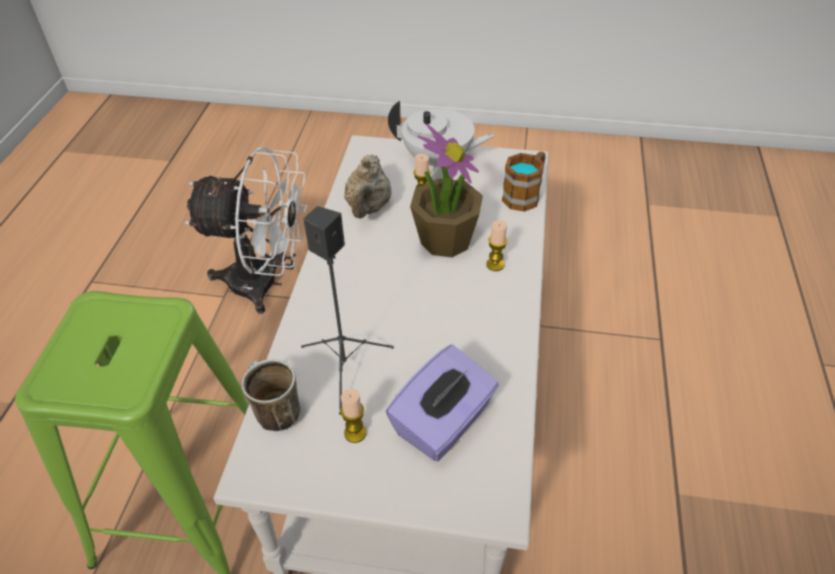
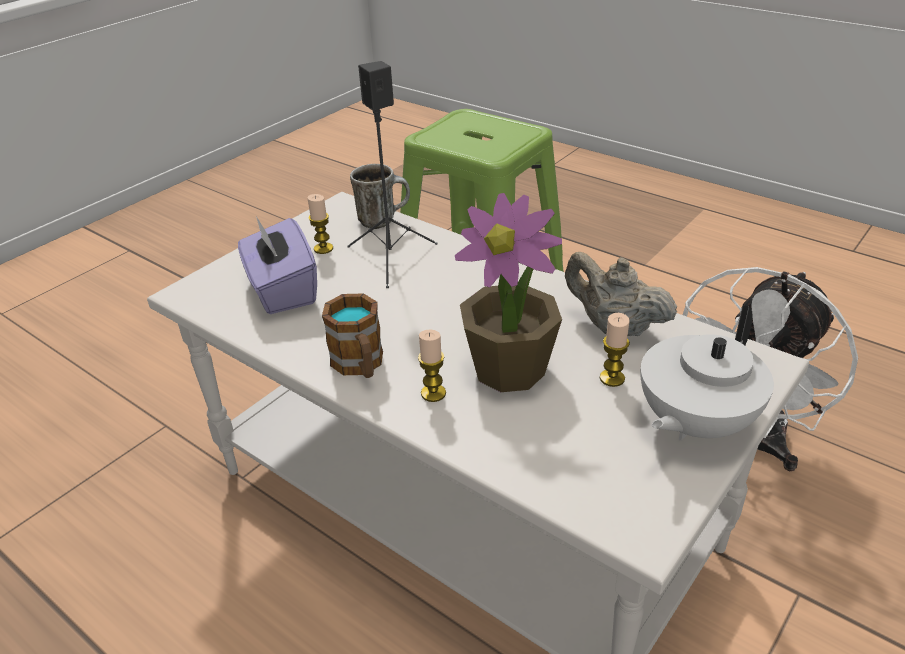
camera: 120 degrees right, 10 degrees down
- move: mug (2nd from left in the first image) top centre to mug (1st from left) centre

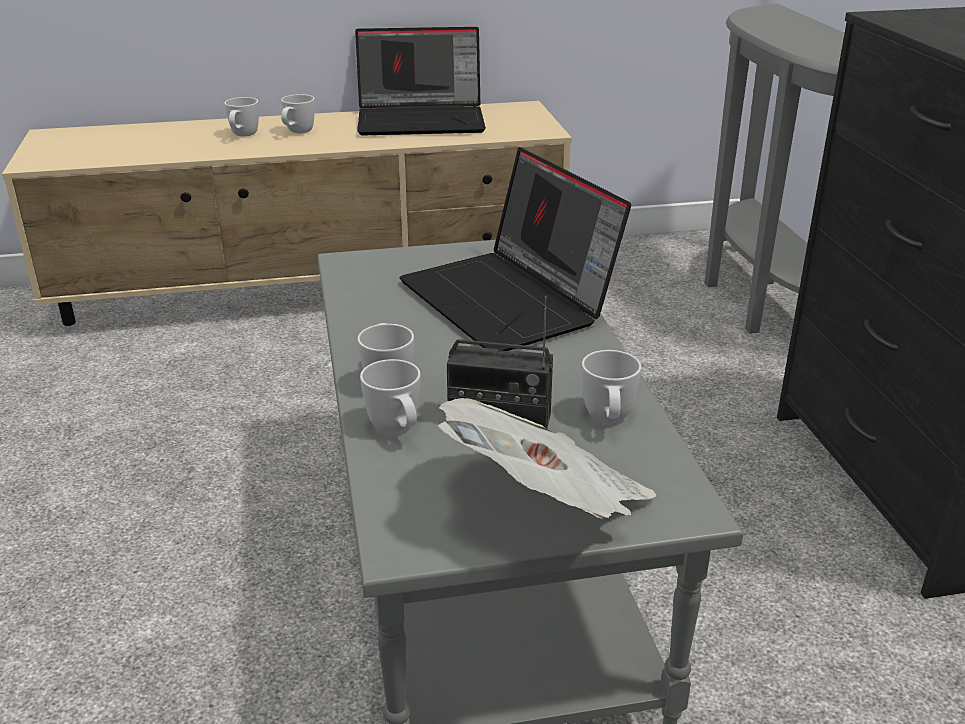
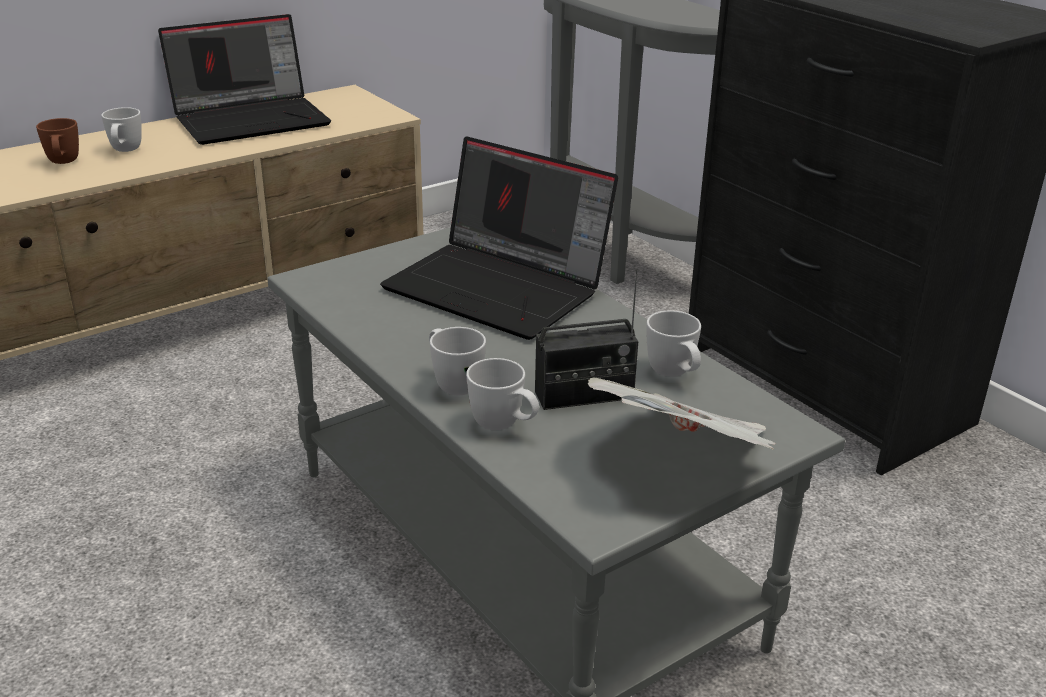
camera: 25 degrees left, 0 degrees up
- recolor: whitish_mug (1st from left) top left to brown_mug top left

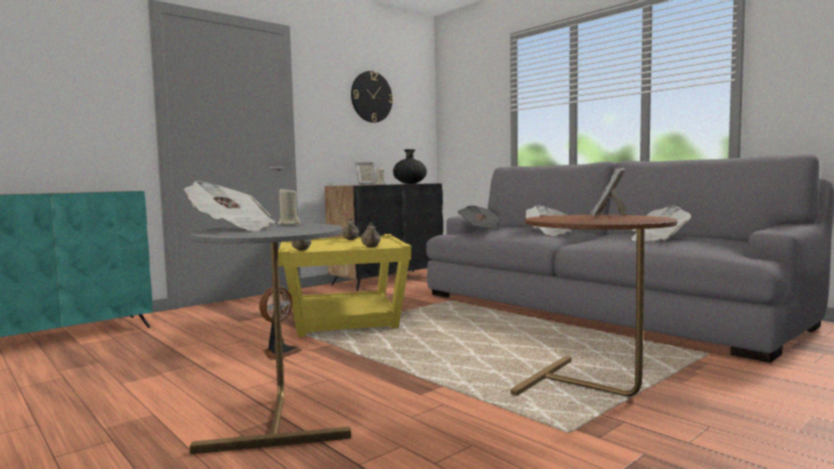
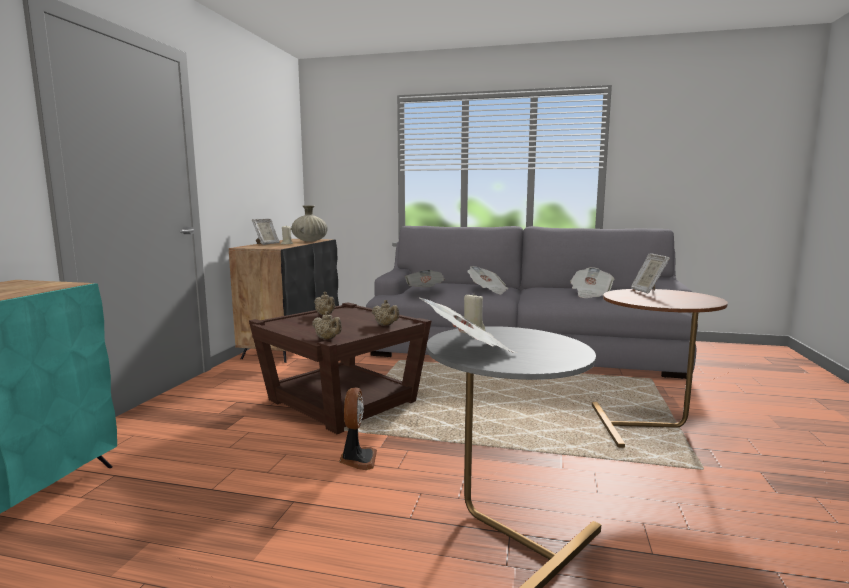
camera: 35 degrees left, 5 degrees up
- delete: hanging_clock top centre
- recolor: yellow-coloured_end_table centre to brown_end_table (1st from left) centre
- recolor: black-coloured_flower_vase centre to sand-coloured_flower_vase centre

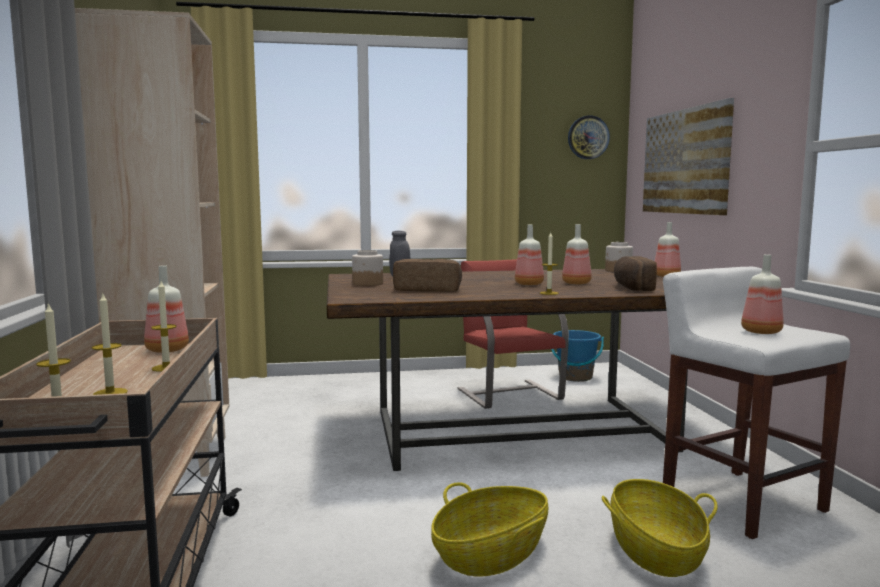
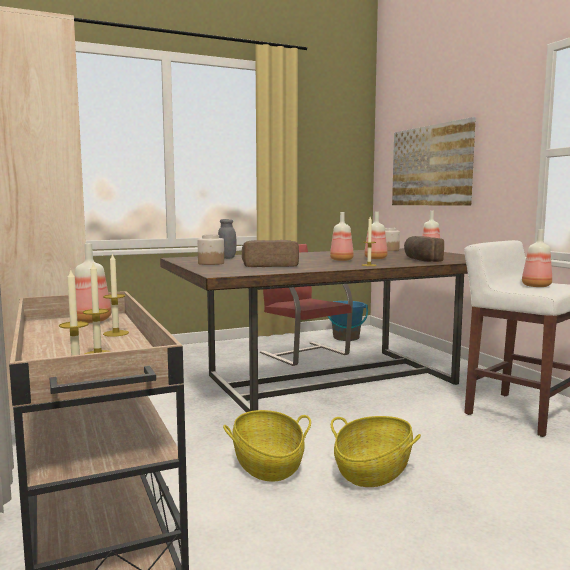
camera: 15 degrees left, 0 degrees up
- delete: hanging_clock top right
- move: storage_basket (2nd from left in the first image) bottom right to storage_basket (1st from left) bottom centre

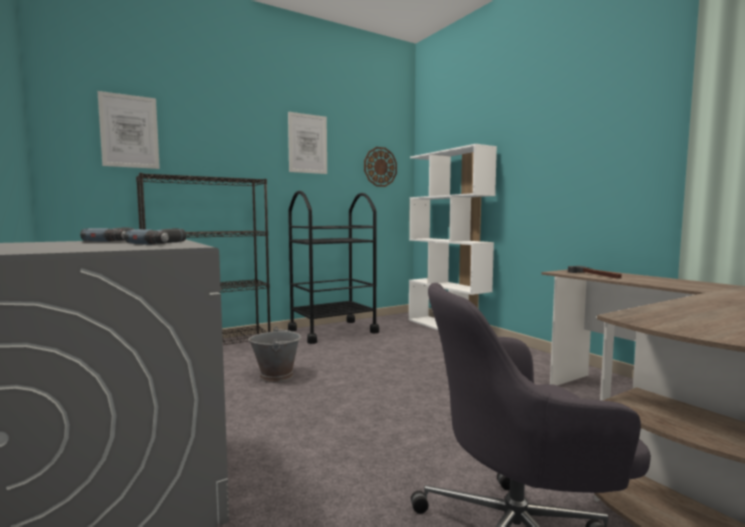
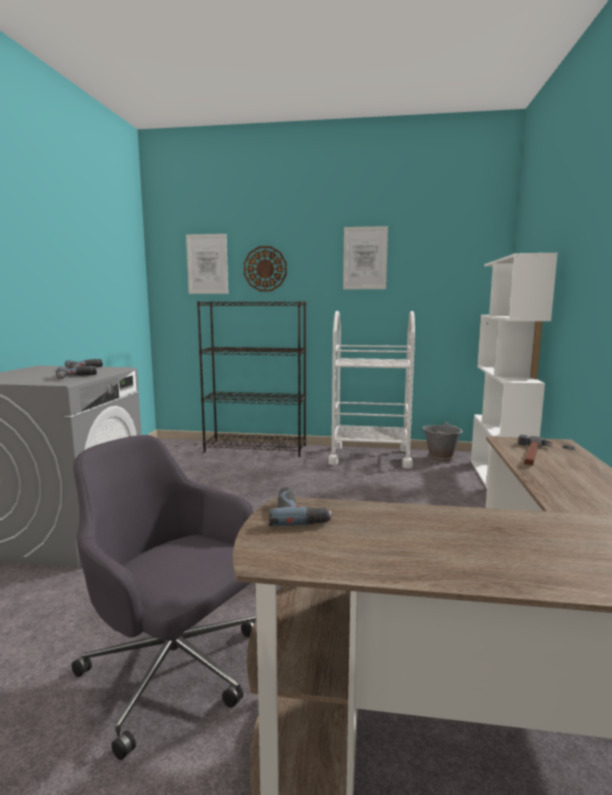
camera: 40 degrees right, 5 degrees up
- insert: power_drill (3rd from left) centre
- move: gray_pail bottom centre to middle right
- move: hanging_clock top centre to centre
- recolor: black-coloured_cart centre to whitish_cart centre

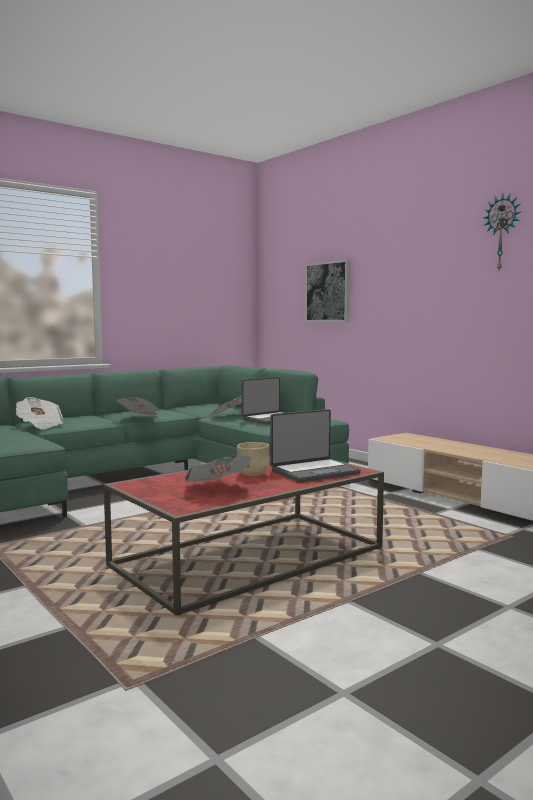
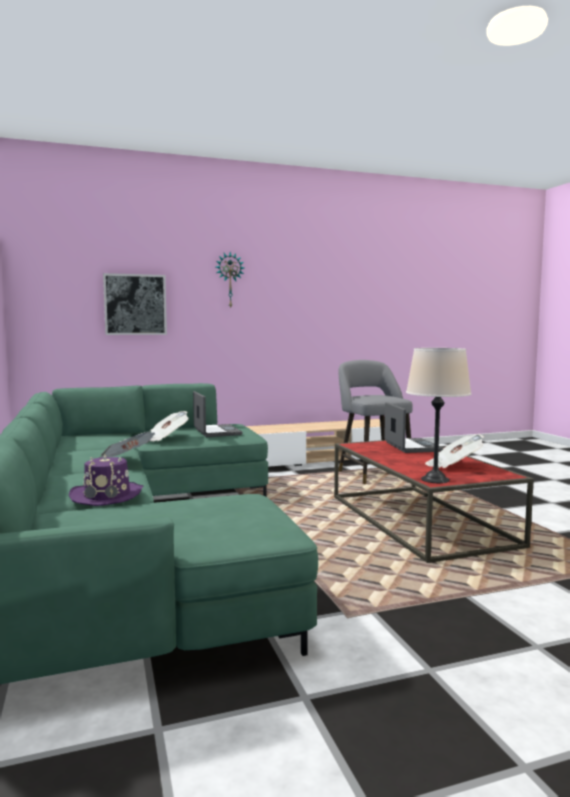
camera: 70 degrees left, 0 degrees up
- delete: sand-coloured_bowl centre
- insert: gray_stool centre
- insert: sand-coloured_table_lamp middle right
- move: hanging_clock top right to centre
- replace: printed_paper (1st from left) middle left to purple-coloured_wearable_hat middle left

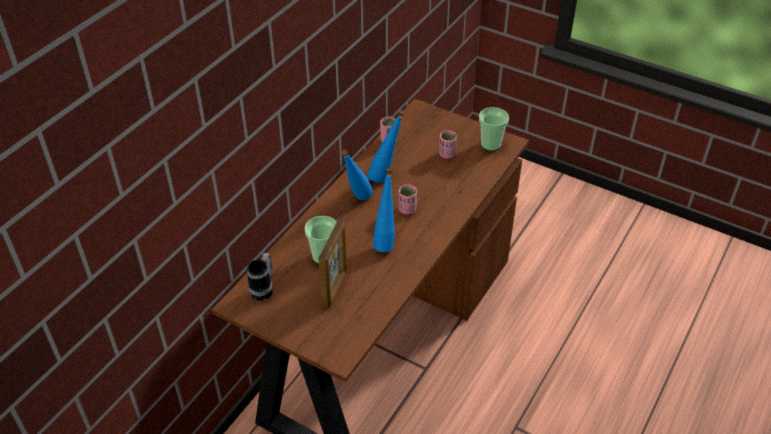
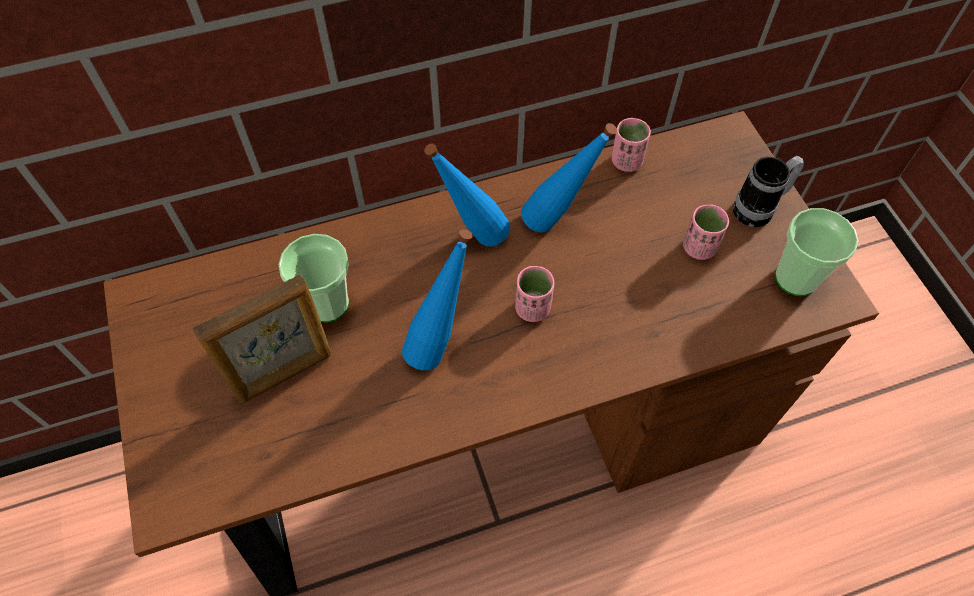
camera: 40 degrees right, 15 degrees up
- move: mug centre to top right

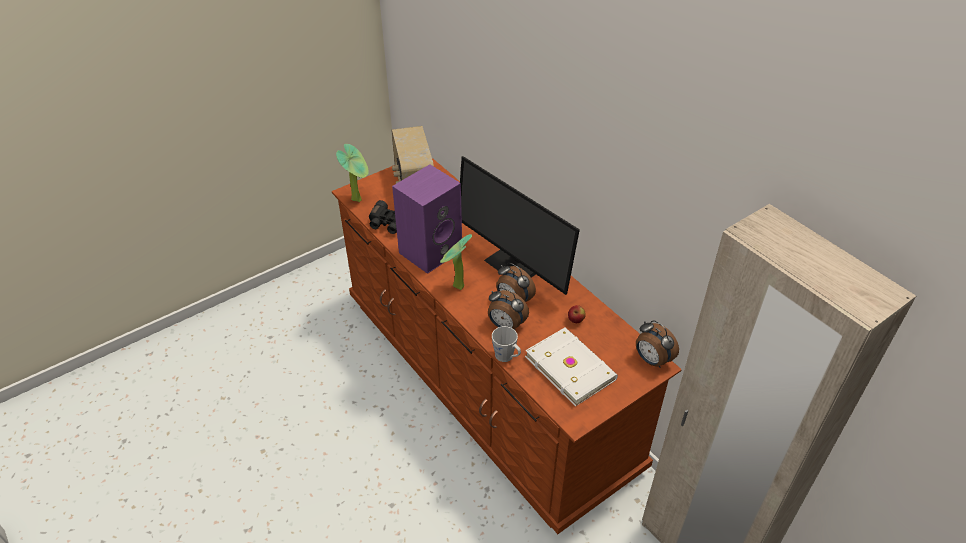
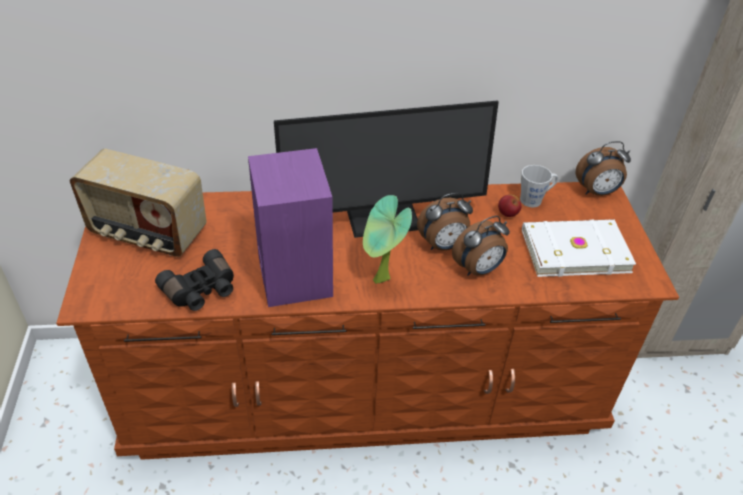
camera: 60 degrees left, 0 degrees up
- delete: plant_in_a_pot (1st from left) top centre
- move: gray_mug centre to middle right

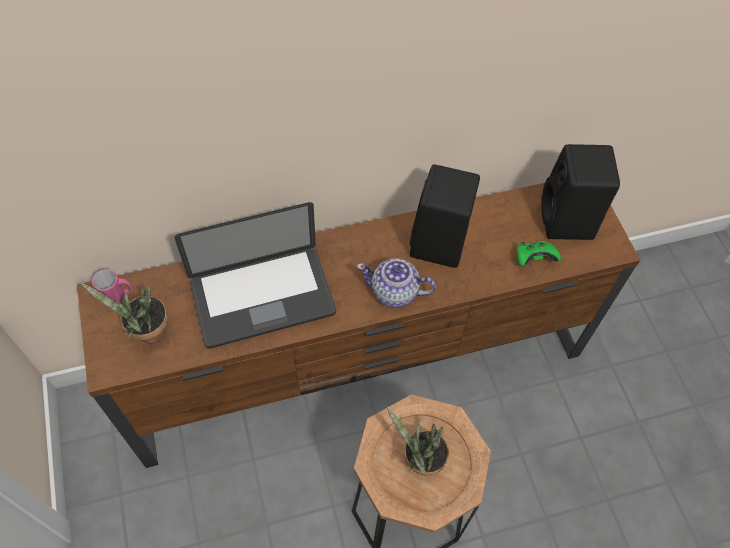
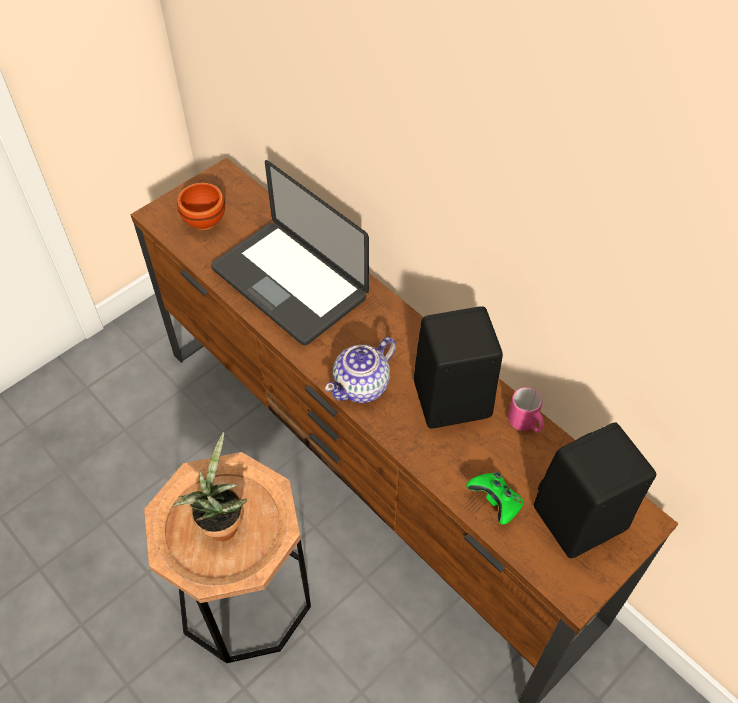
camera: 65 degrees right, 5 degrees down
- move: pinkish_mug middle left to middle right
- replace: plant_in_a_pot (1st from left) middle left to brown_bowl top left
- rotate: teapot centre = centre 120 degrees counterclockwise

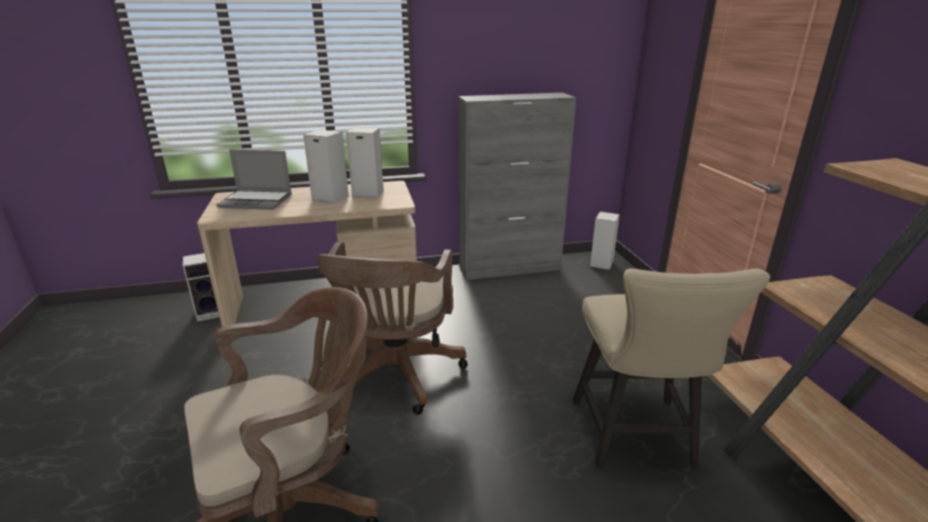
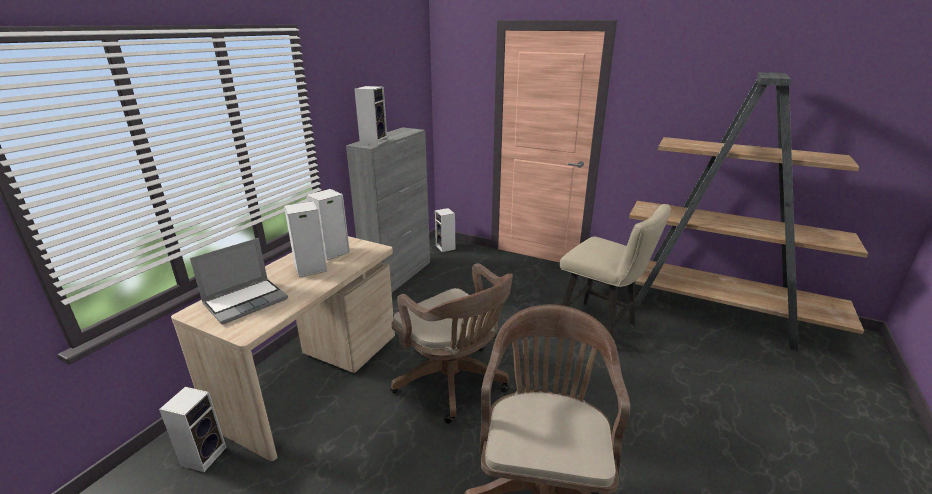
camera: 50 degrees left, 0 degrees up
- insert: audio_speaker (4th from left) top centre

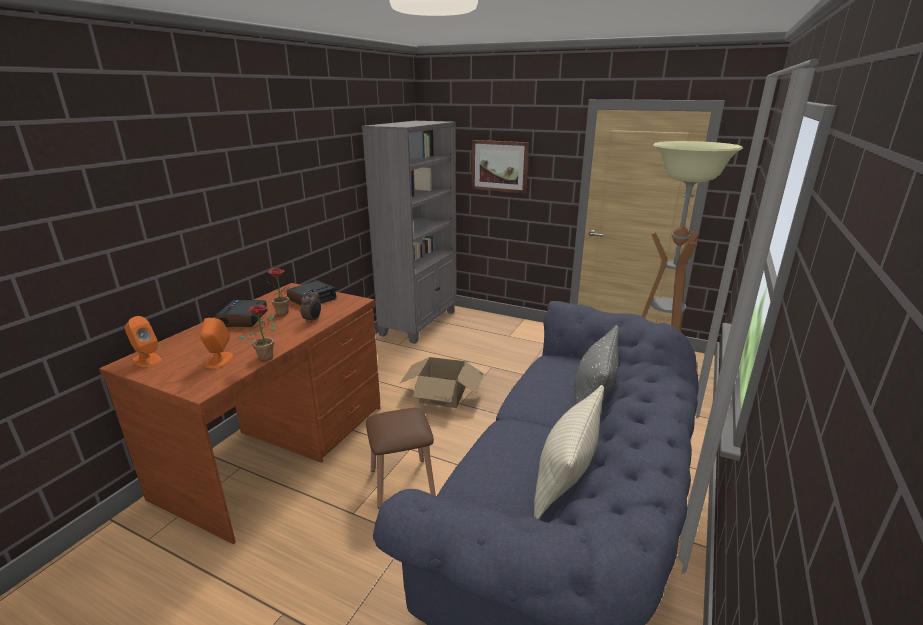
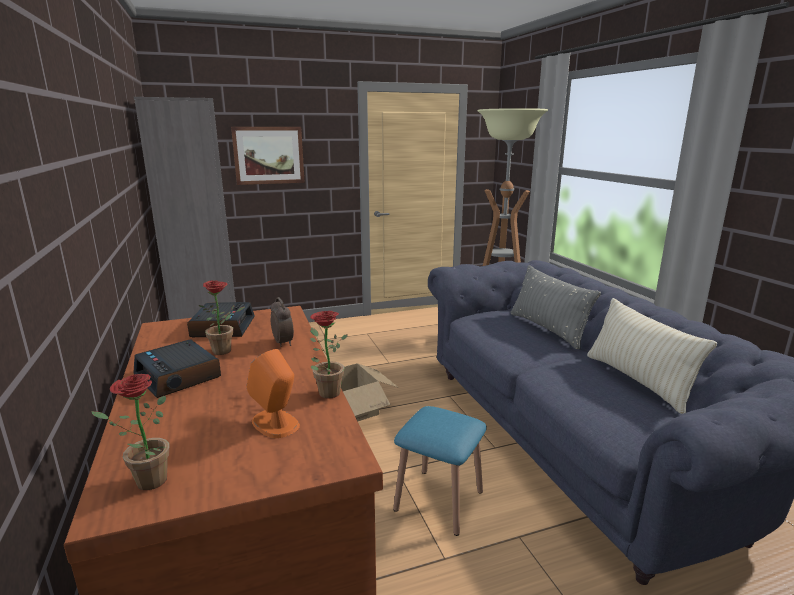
camera: 45 degrees left, 5 degrees down
- replace: orange-coloured_audio_speaker (1st from left) middle left to plant_in_a_pot (1st from left) bottom left
- recolor: brown_stool bottom centre to bluish_stool bottom centre

